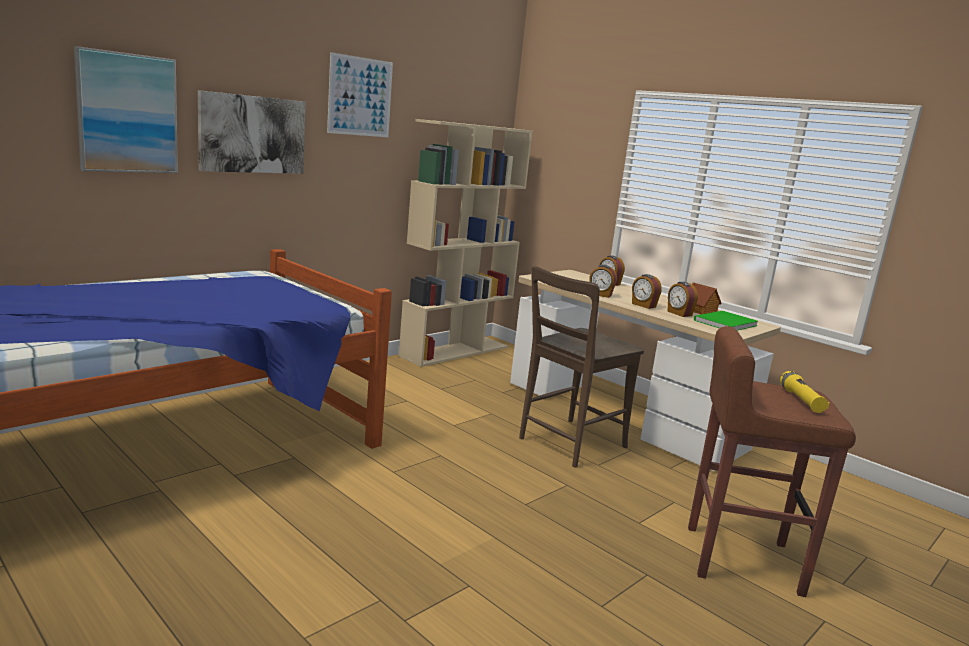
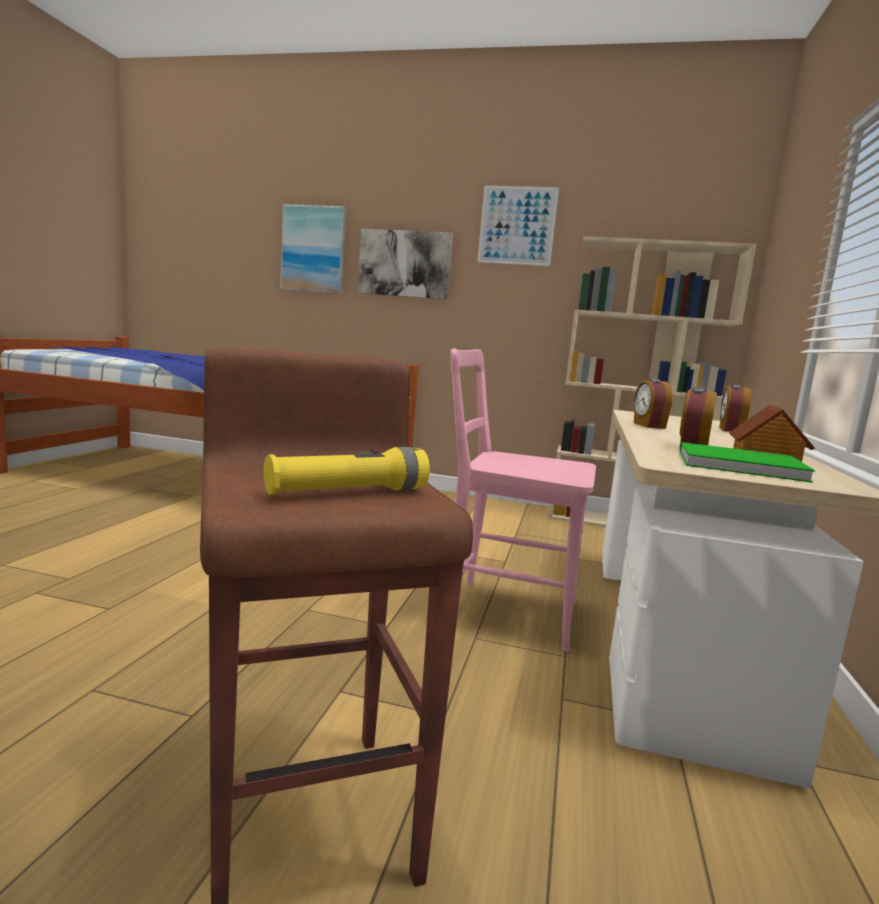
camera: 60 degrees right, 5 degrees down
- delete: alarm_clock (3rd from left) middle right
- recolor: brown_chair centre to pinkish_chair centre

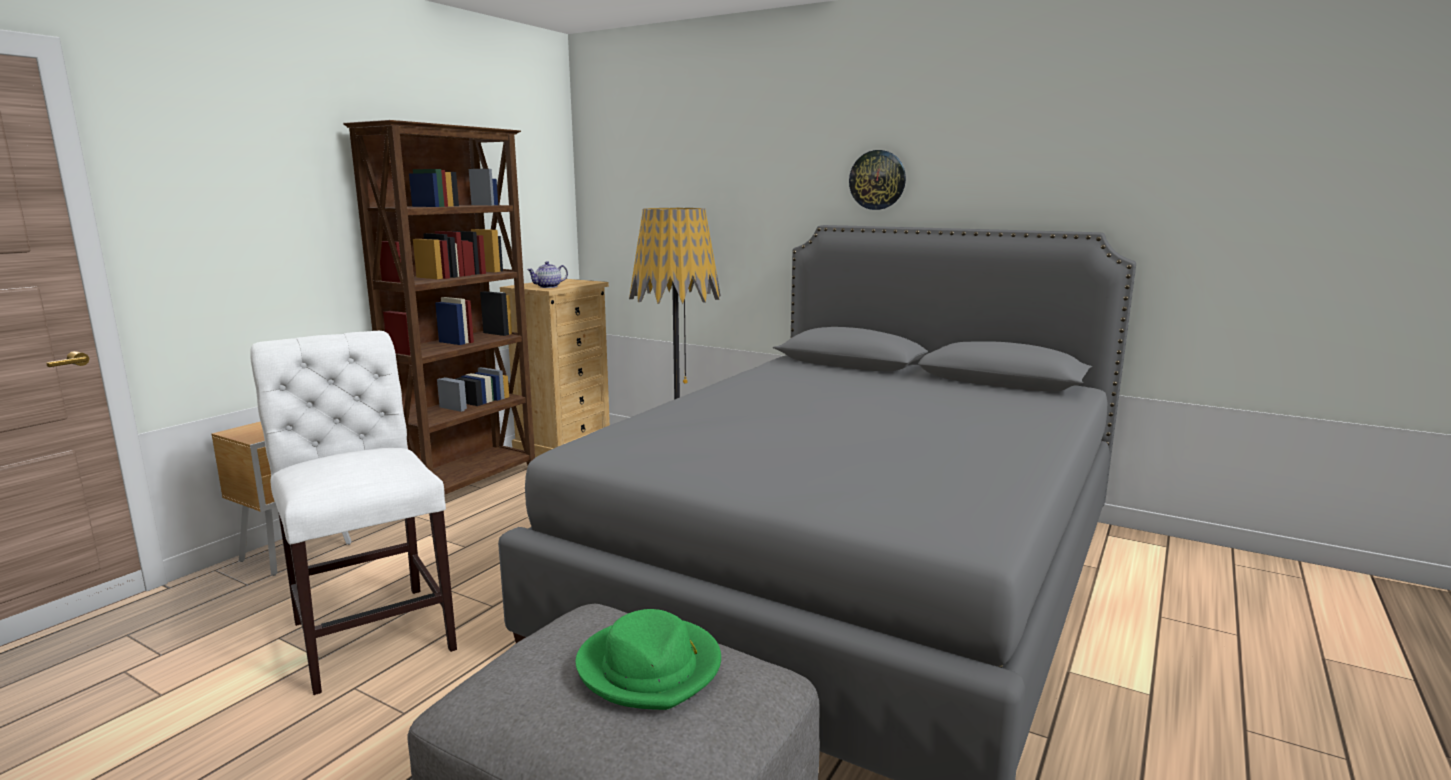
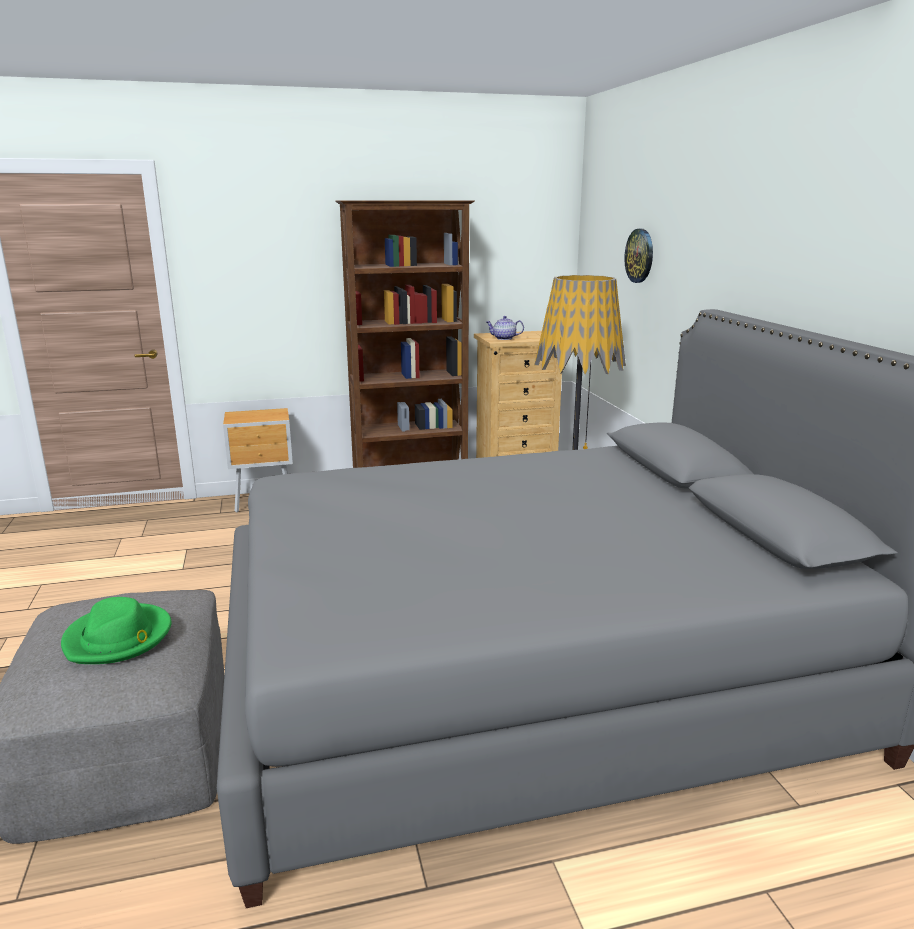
camera: 45 degrees right, 5 degrees up
- delete: whitish_chair middle left
- move: hanging_clock top centre to top right

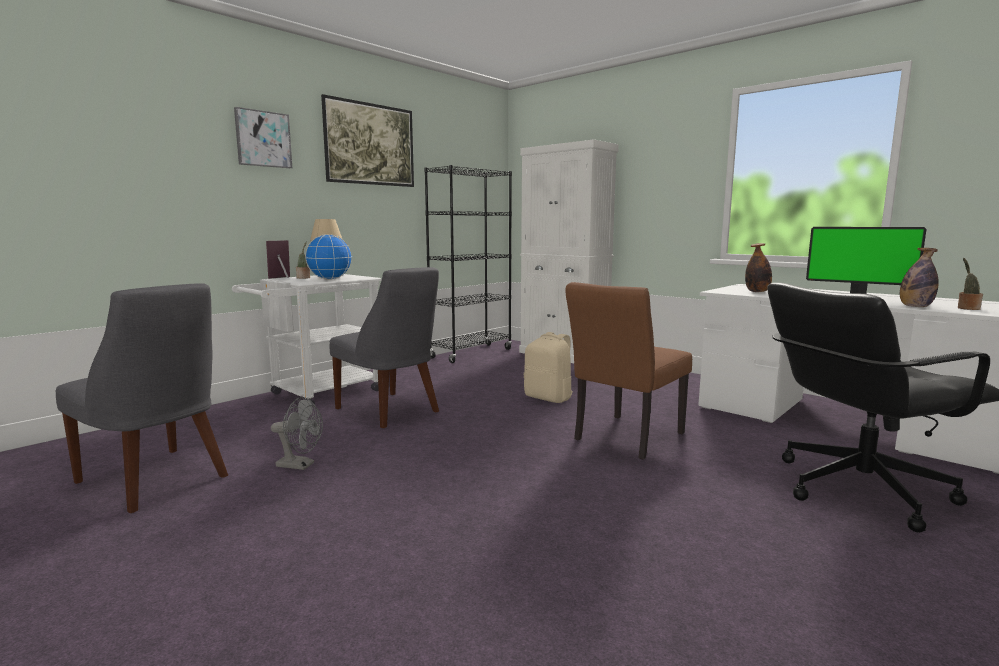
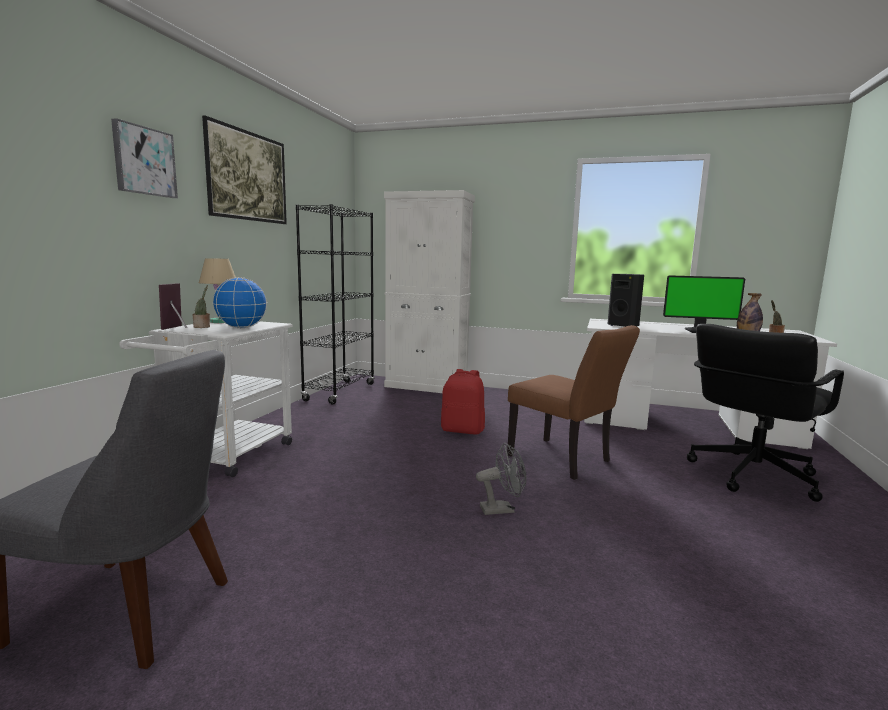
camera: 25 degrees left, 0 degrees up
- delete: gray_chair (2nd from left) centre
- move: gray_fan middle left to bottom centre
- replace: beverage_bottle (1st from left) middle right to black-coloured_audio_speaker middle right
- recolor: sand-coloured_knapsack centre to red_knapsack centre
- rotate: brown_chair centre = centre 60 degrees counterclockwise

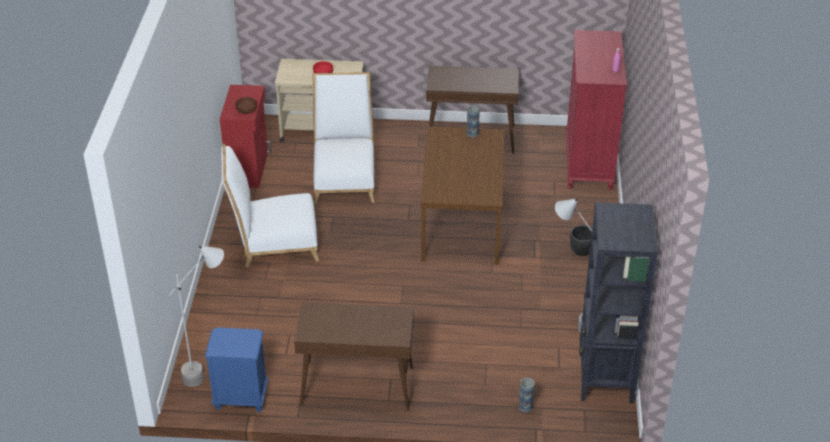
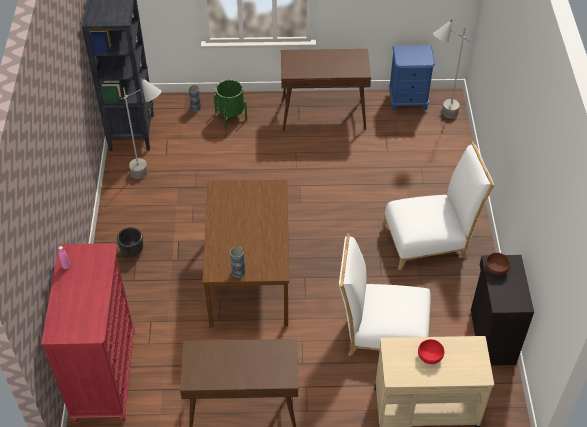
camera: 175 degrees right, 10 degrees up
- insert: greenish_flower_pot top centre
- recolor: red_storage_cabinet top left to black-coloured_storage_cabinet bottom right
- rotate: whitish_chair (2nd from left in the first image) top centre = bottom centre 105 degrees clockwise

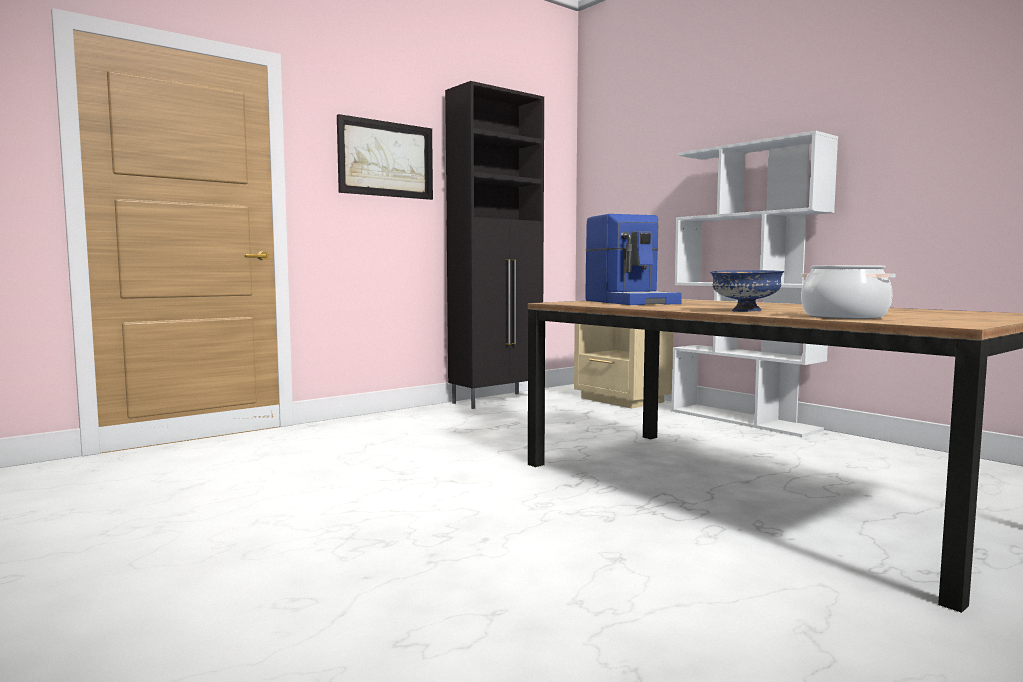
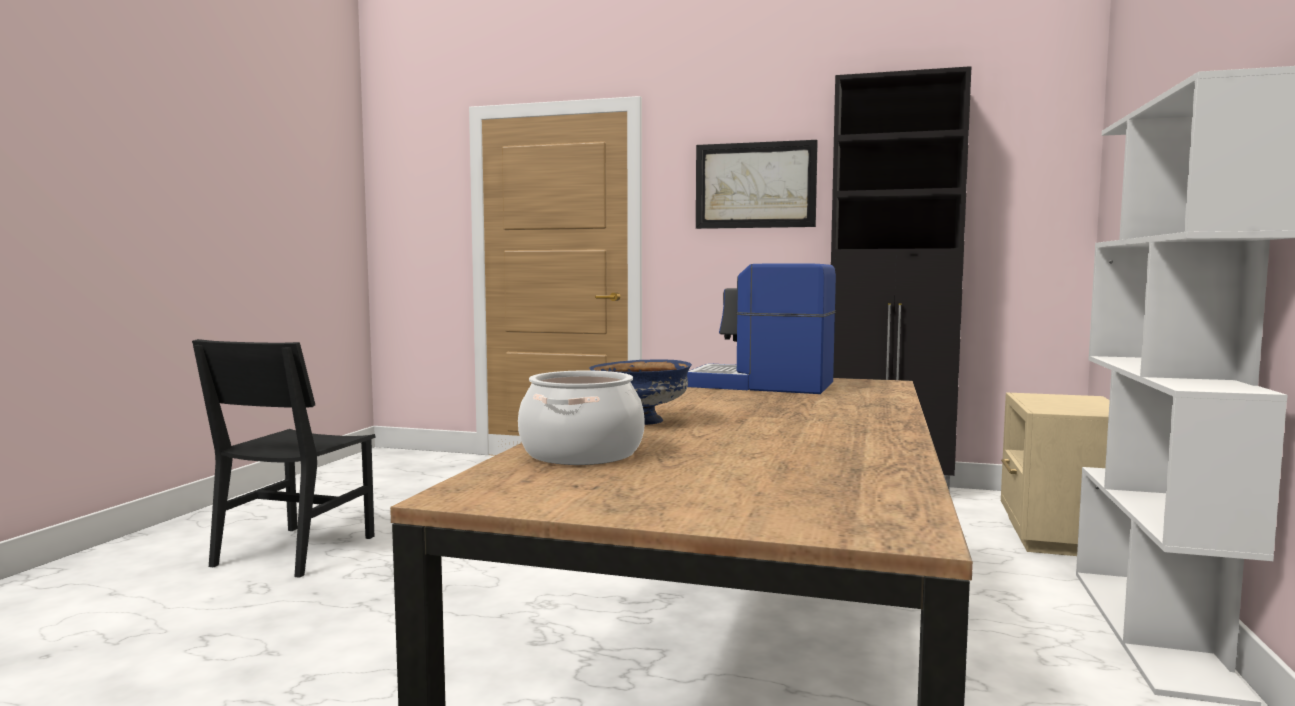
camera: 55 degrees right, 0 degrees up
- insert: black-coloured_chair middle left
- rotate: coffee_maker centre = centre 75 degrees clockwise

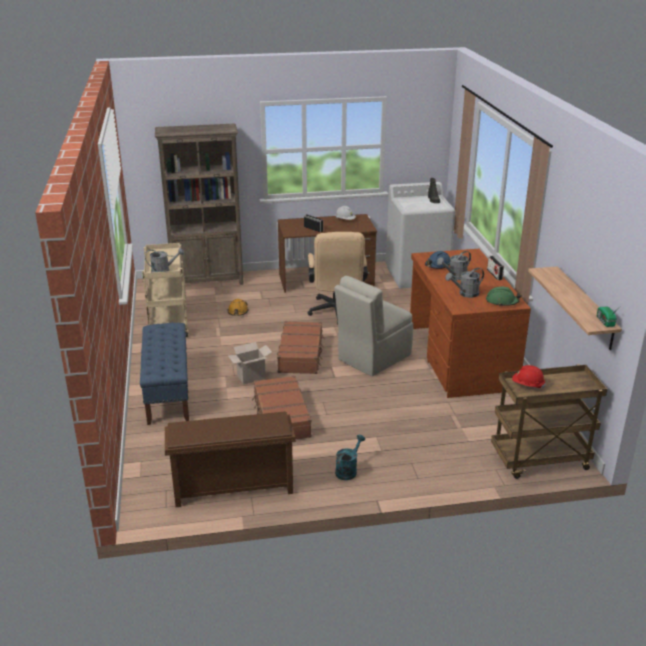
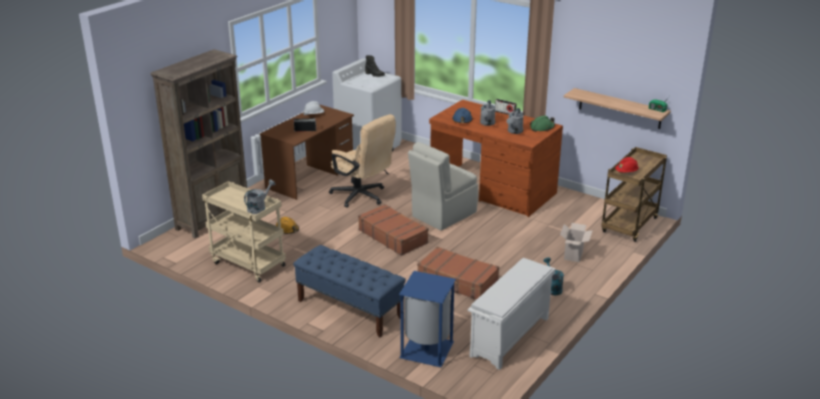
camera: 45 degrees left, 0 degrees up
- insert: bluish_rubbish_bin bottom centre
- move: cardboard_box centre to middle right
- recolor: brown_shoe_shelf bottom centre to whitish_shoe_shelf bottom centre
- rotate: sand-coloured_chair centre = centre 45 degrees clockwise

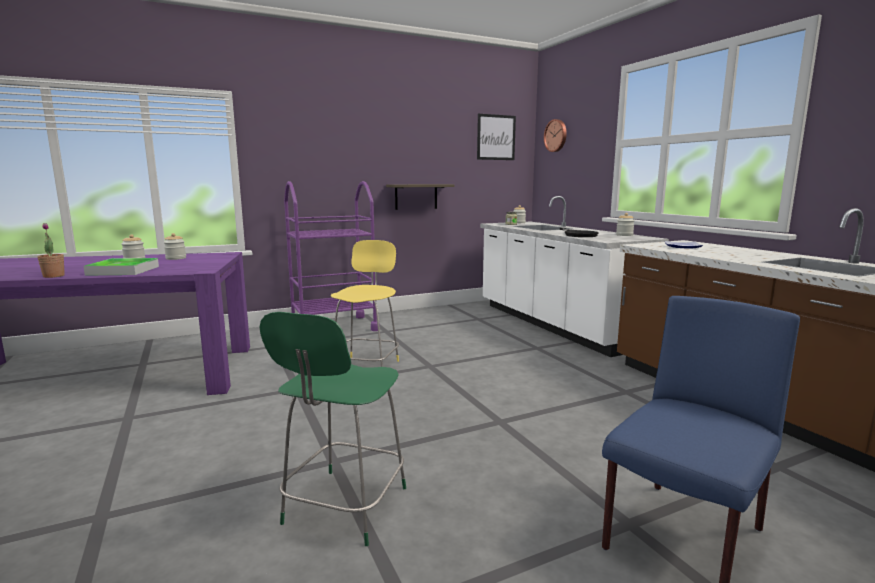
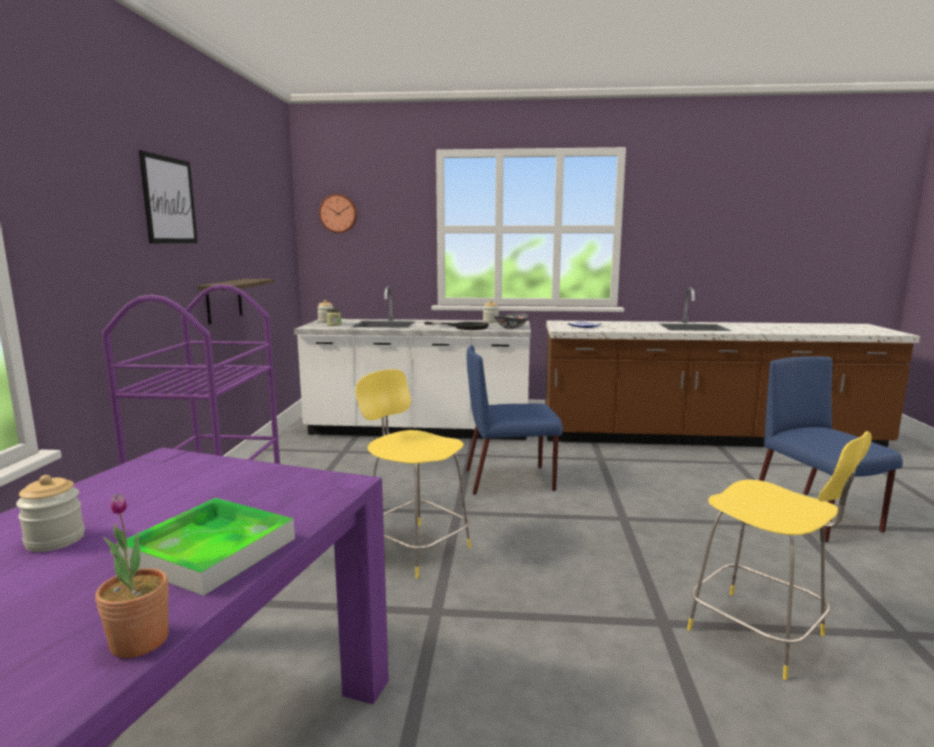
camera: 60 degrees left, 0 degrees up
- delete: jar (2nd from left) middle left
- insert: bluish_chair (1st from left) centre
- insert: bowl centre
- move: picture top centre to top left
- recolor: greenish_stool bottom centre to yellow-coloured_stool (2nd from left) bottom right

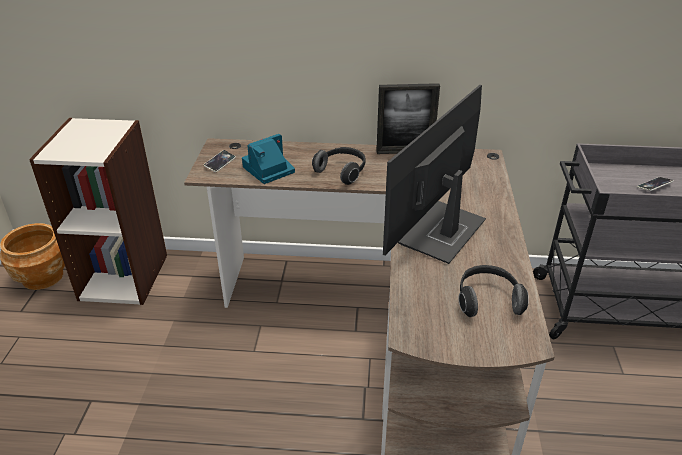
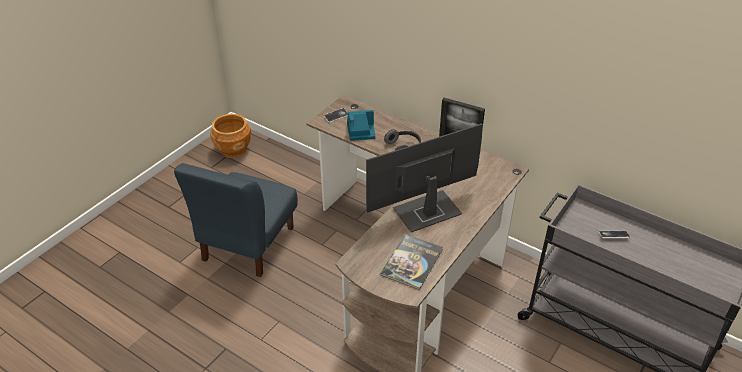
camera: 30 degrees right, 5 degrees up
- delete: shelving_unit middle left
- insert: bluish_chair middle left
- replace: headphones (2nd from left) middle right to volume bottom centre

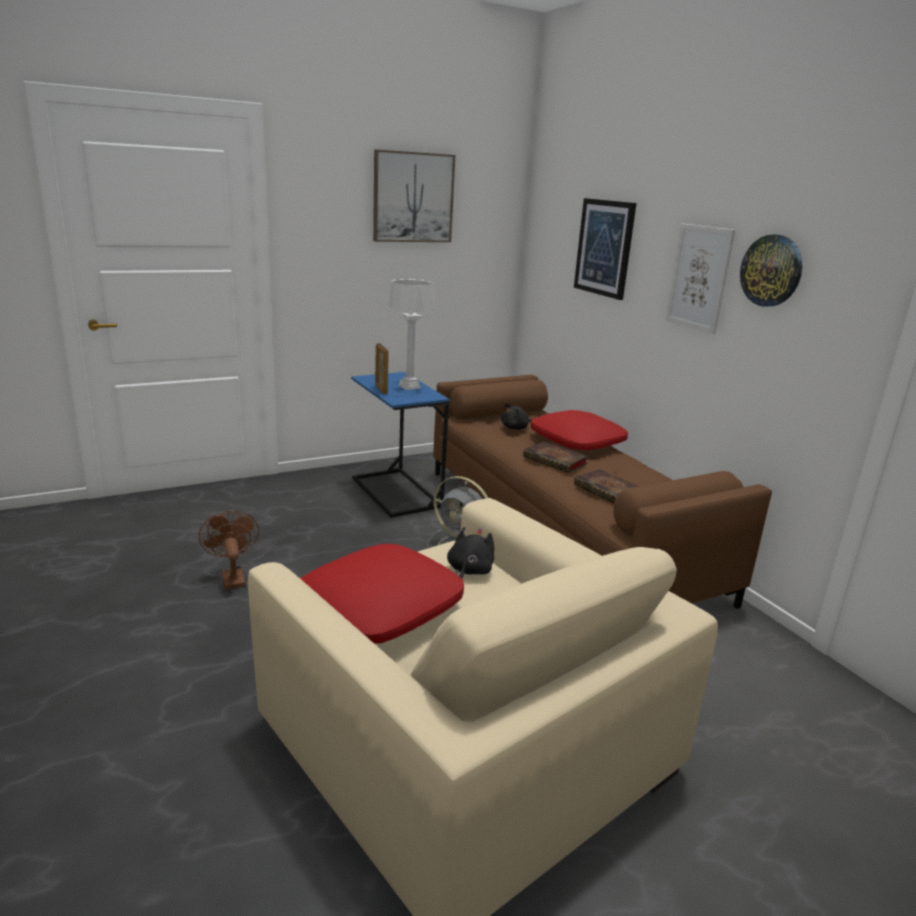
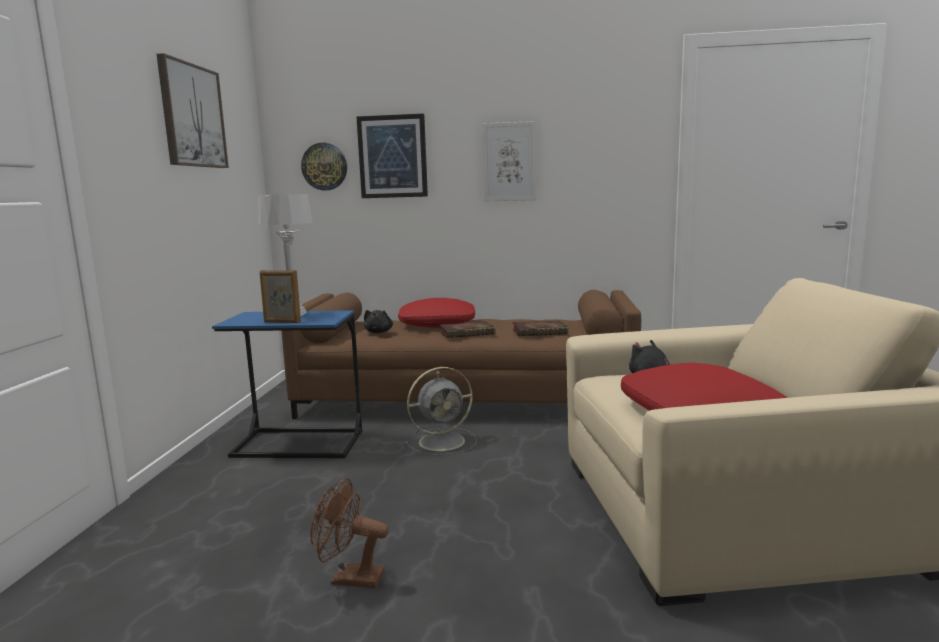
camera: 55 degrees left, 10 degrees down
- move: hanging_clock top right to top centre

